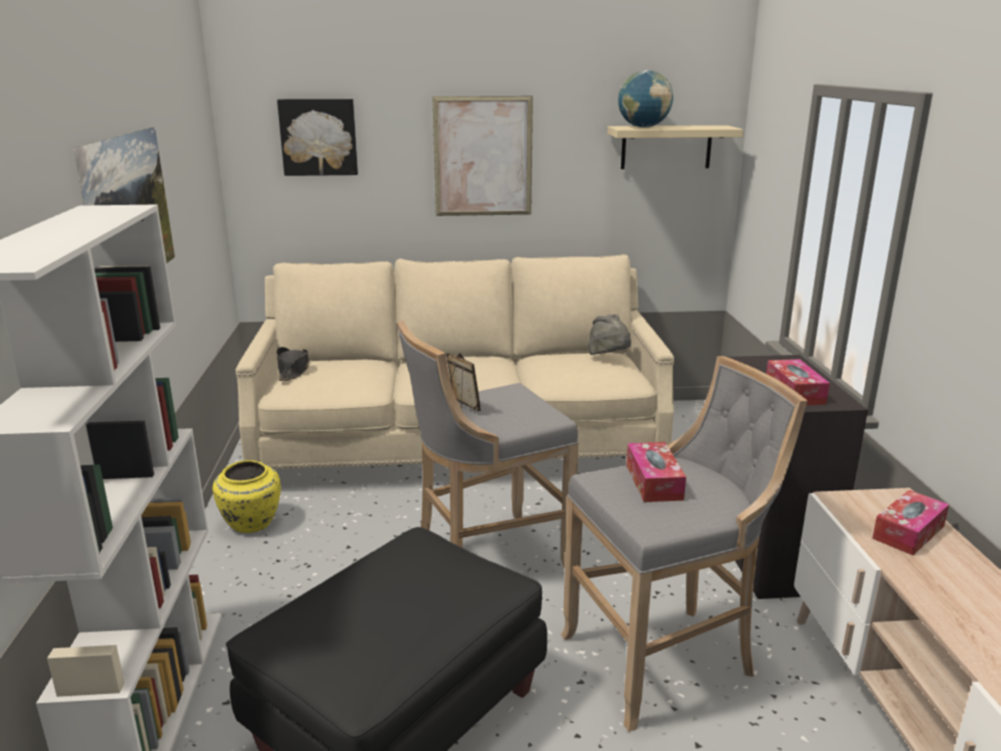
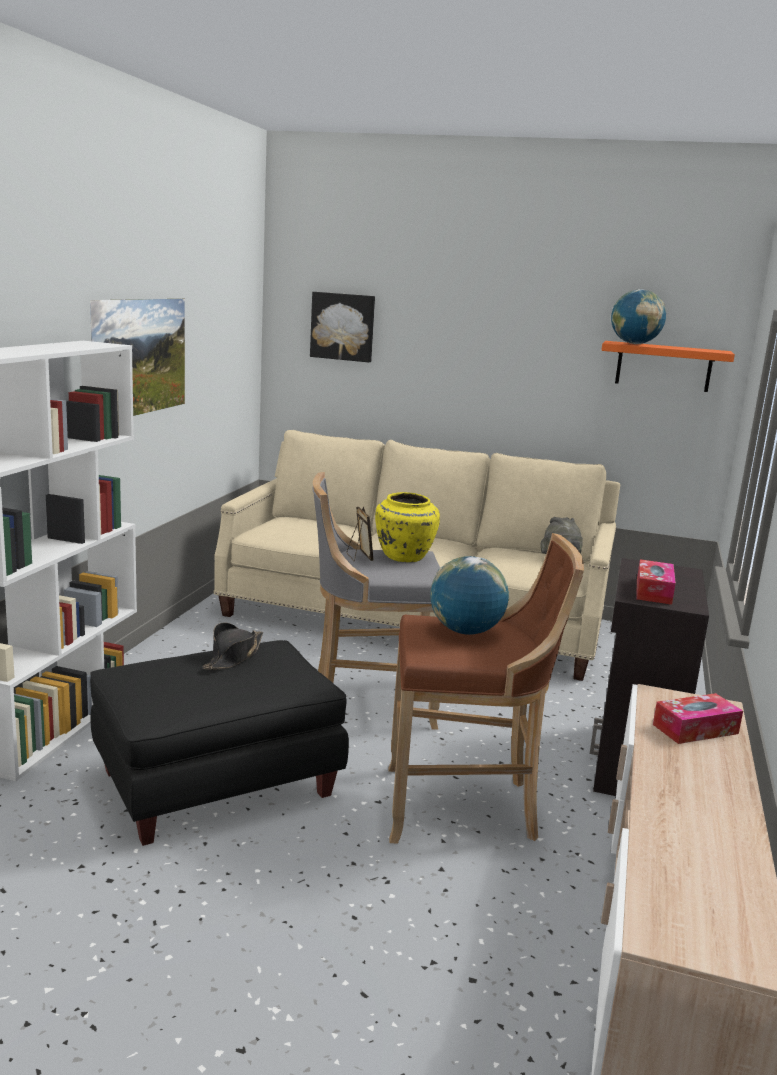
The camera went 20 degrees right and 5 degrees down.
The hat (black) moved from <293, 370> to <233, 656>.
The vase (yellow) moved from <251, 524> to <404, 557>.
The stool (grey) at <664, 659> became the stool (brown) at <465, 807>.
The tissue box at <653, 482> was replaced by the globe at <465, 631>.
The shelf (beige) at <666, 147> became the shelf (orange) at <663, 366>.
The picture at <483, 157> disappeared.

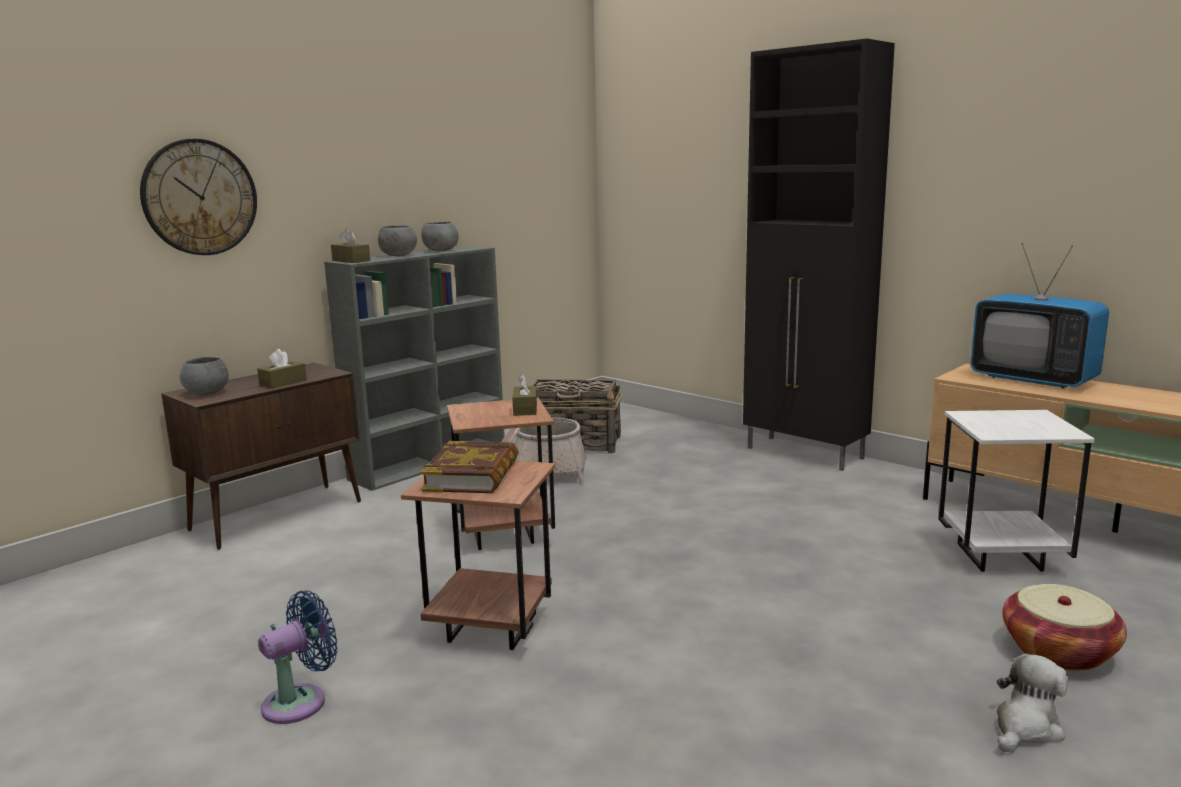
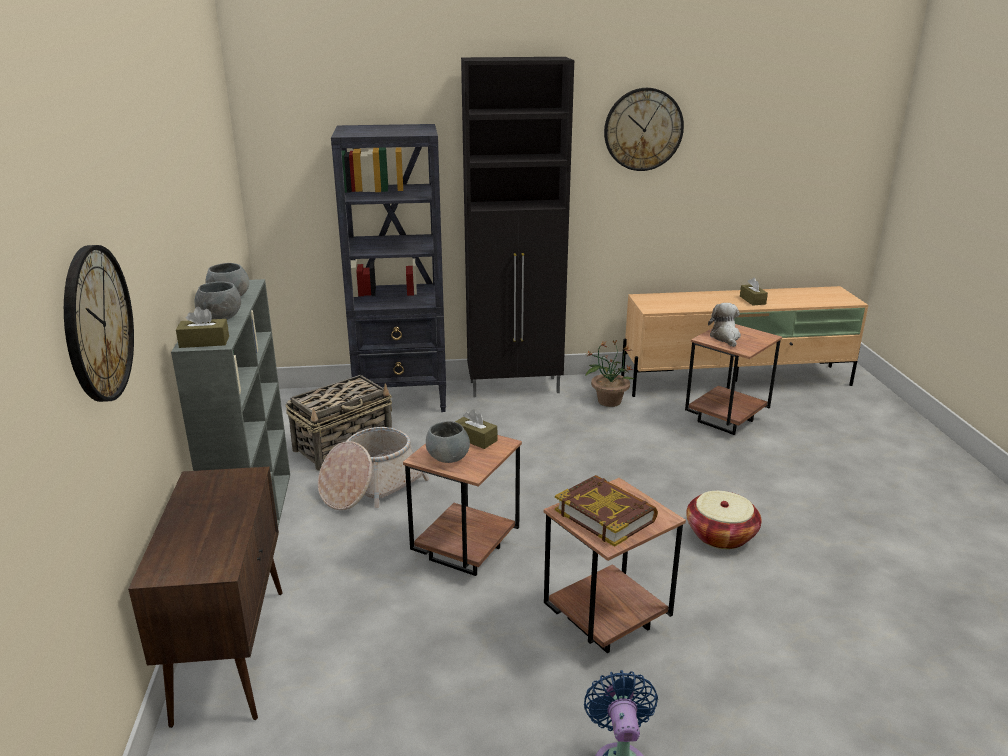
The camera went 50 degrees left and 10 degrees up.
The bookcase (black) at <402, 399> appeared.
The bowl (grey) moved from <207, 393> to <448, 458>.
The potted plant at <608, 401> appeared.
The wall clock at <643, 129> appeared.
The side table (white) at <1001, 558> became the side table (brown) at <726, 421>.
The basket moved from <1058, 651> to <721, 535>.
The plush toy moved from <1026, 728> to <725, 337>.
The tissue box (brown) moved from <283, 383> to <752, 300>.
The television at <1033, 379> disappeared.

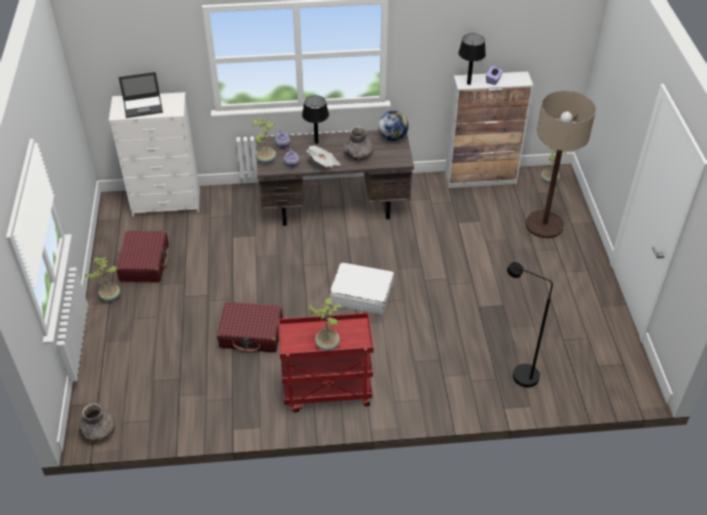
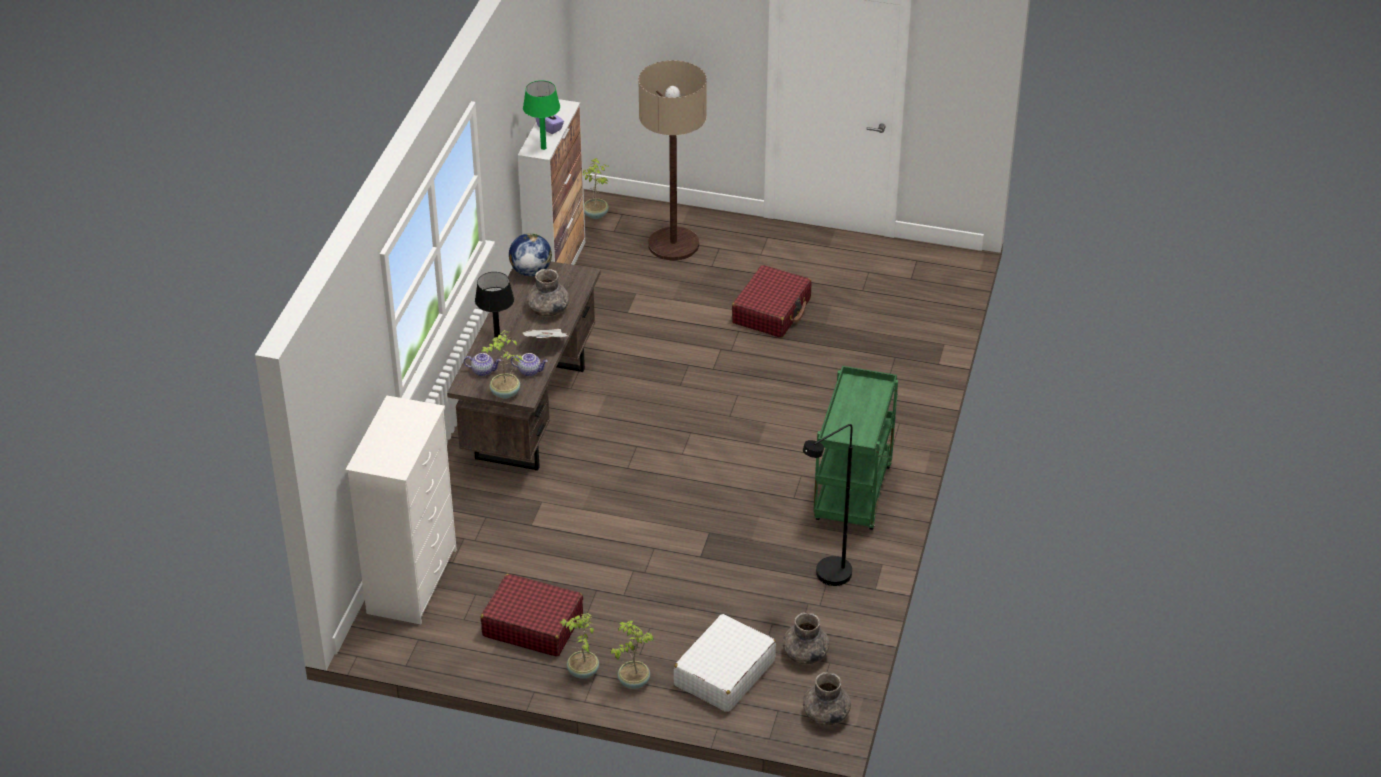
The camera went 70 degrees left and 5 degrees down.
The table lamp (black) at <468, 83> became the table lamp (green) at <543, 148>.
The potted plant moved from <327, 344> to <633, 681>.
The suitcase (white) moved from <361, 295> to <724, 673>.
The suitcase (red) moved from <251, 334> to <772, 311>.
The vase (grey) at <805, 654> appeared.
The floor lamp (black) moved from <518, 374> to <827, 579>.
The cart (red) at <326, 392> became the cart (green) at <853, 496>.
The laptop at <143, 106> disappeared.

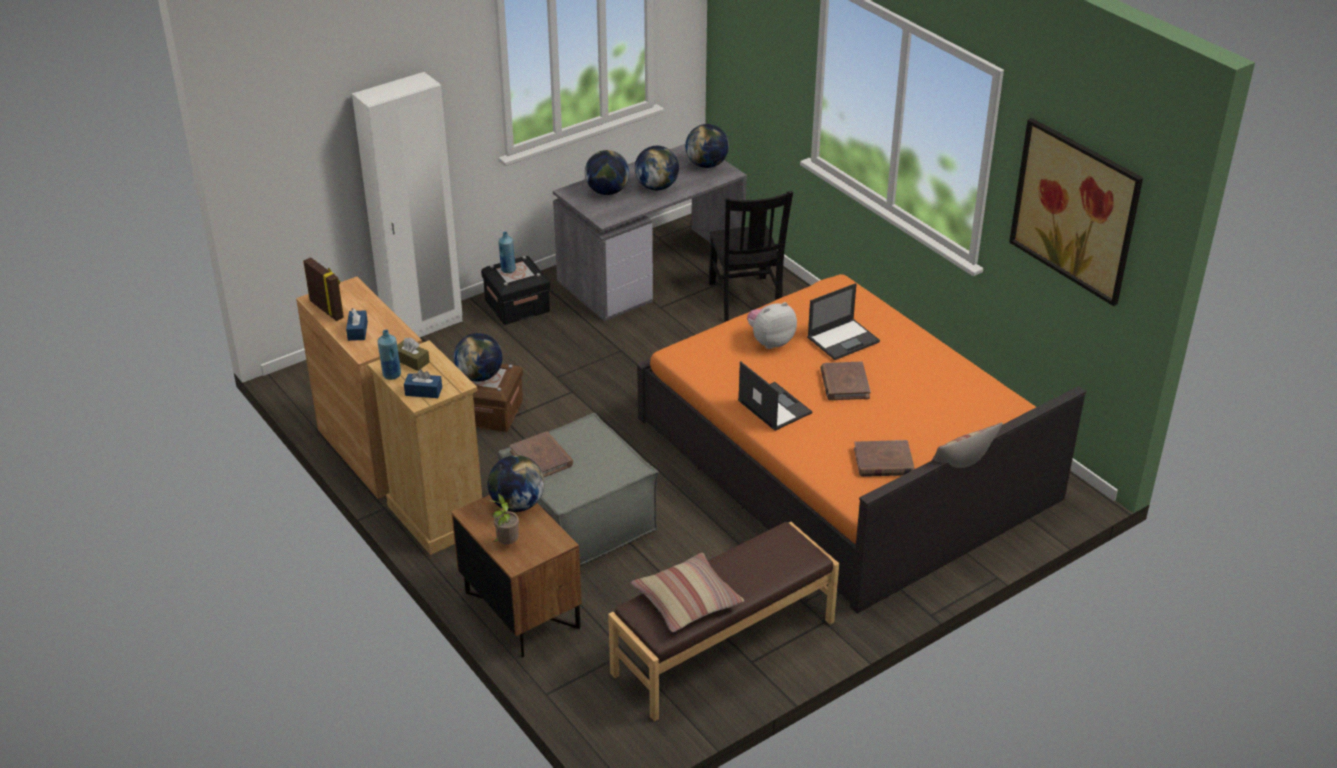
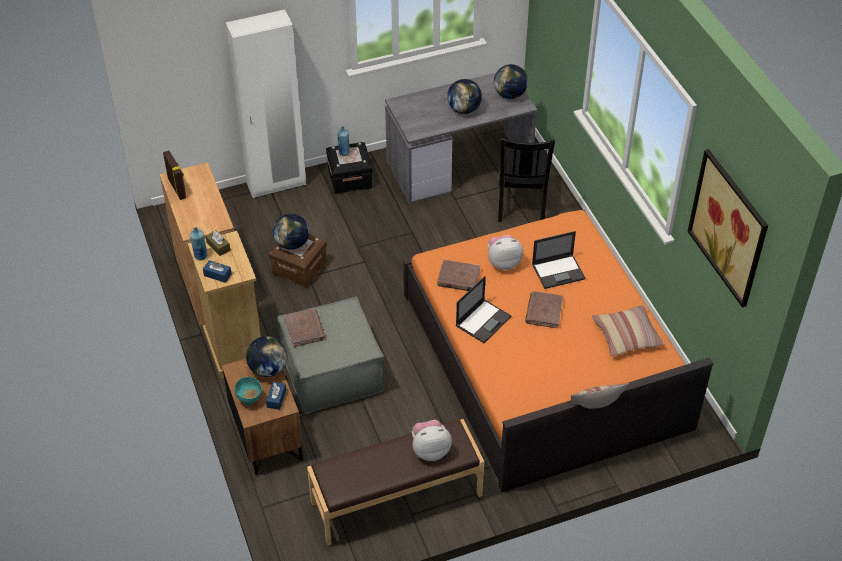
The camera went 15 degrees right and 10 degrees up.
The potted plant at <506, 543> was replaced by the bowl (turquoise) at <249, 399>.
The tissue box (blue) moved from <357, 331> to <276, 399>.
The plush toy at <430, 450> appeared.
The book (brown) moved from <883, 462> to <458, 278>.
The laptop at <773, 406> turned 60 degrees clockwise.
The pillow moved from <687, 601> to <626, 335>.
The globe at <607, 192> disappeared.

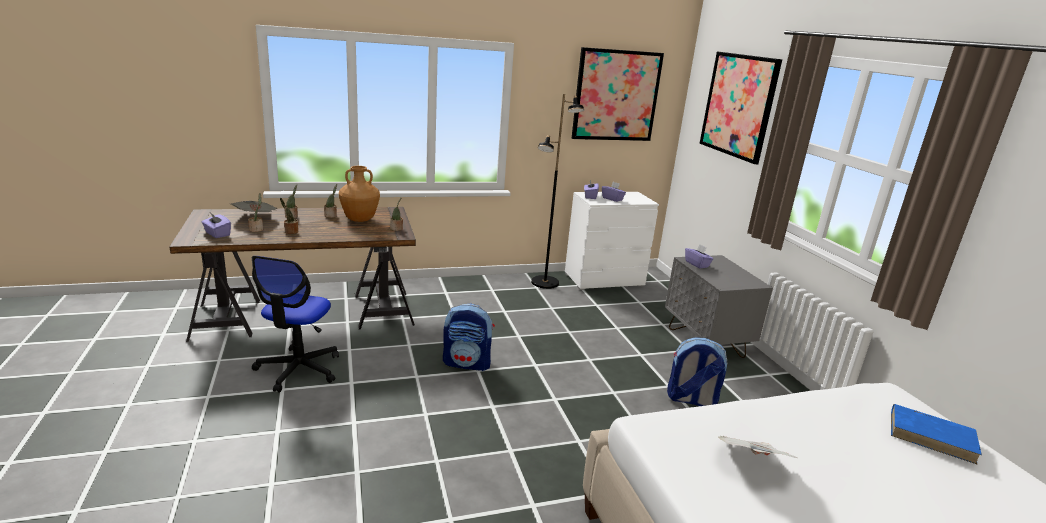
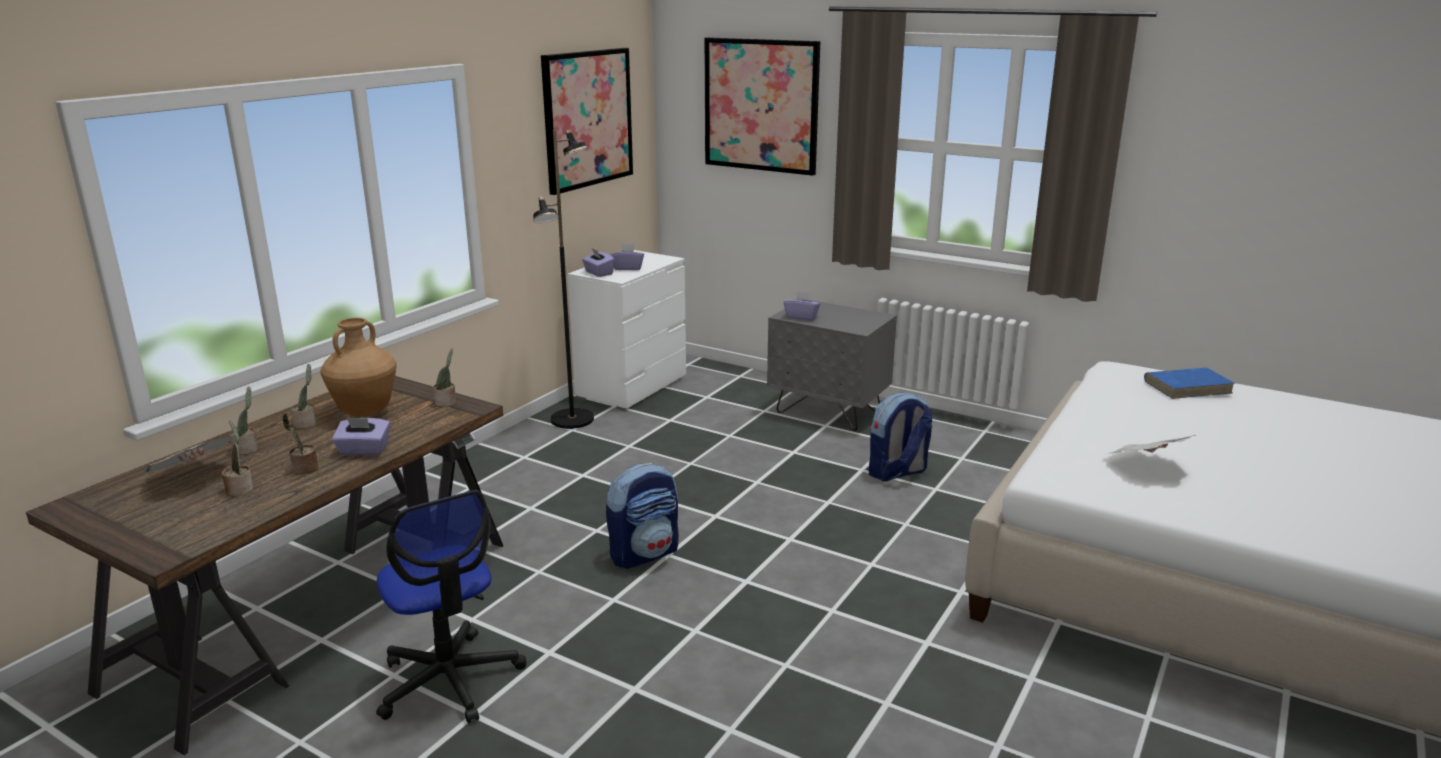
The camera went 40 degrees left and 0 degrees up.
The tissue box (purple) moved from <217, 234> to <364, 451>.

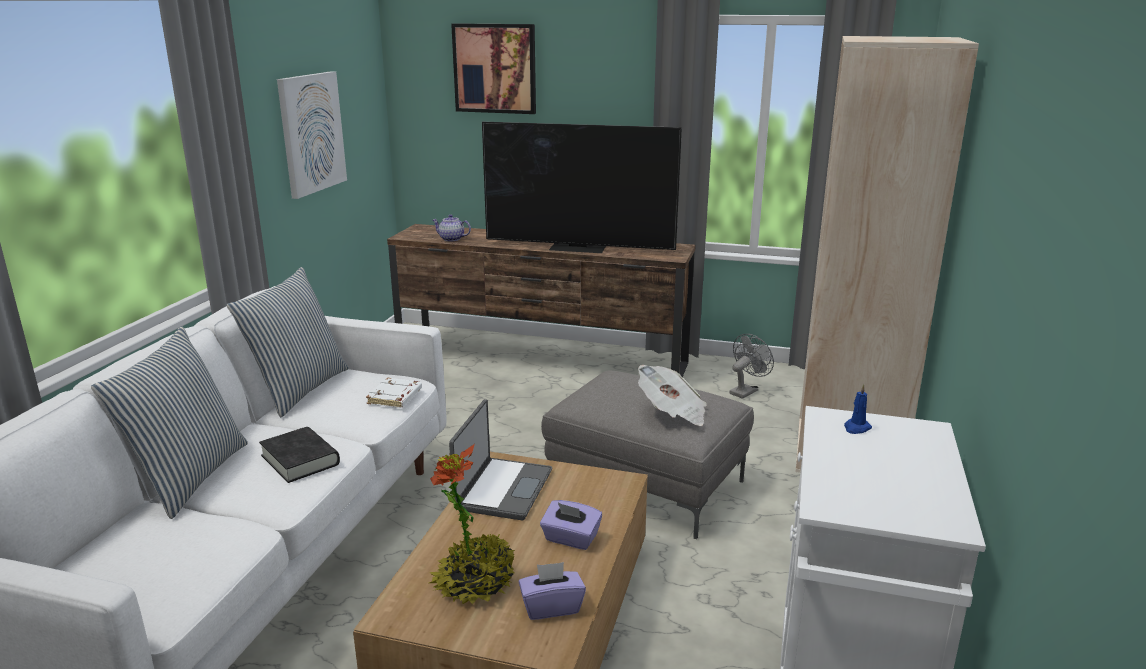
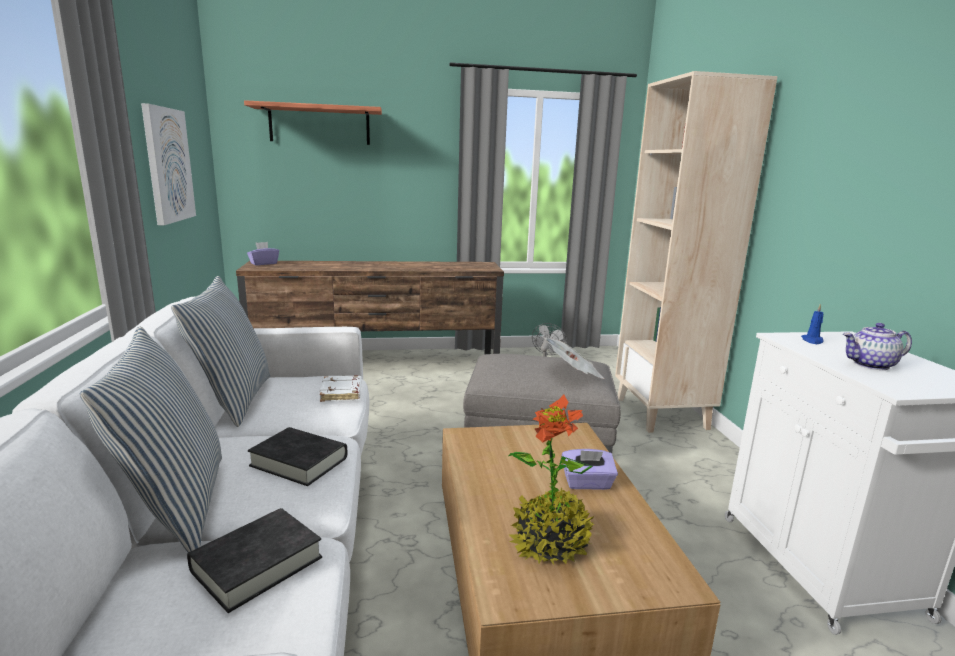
The camera went 25 degrees left and 5 degrees down.
The book (black) at <257, 564> appeared.
The picture at <495, 68> was replaced by the shelf at <319, 125>.
The tissue box (purple) moved from <551, 607> to <263, 263>.
The teapot moved from <451, 239> to <871, 365>.
The laptop at <502, 489> disappeared.
The television at <579, 247> disappeared.

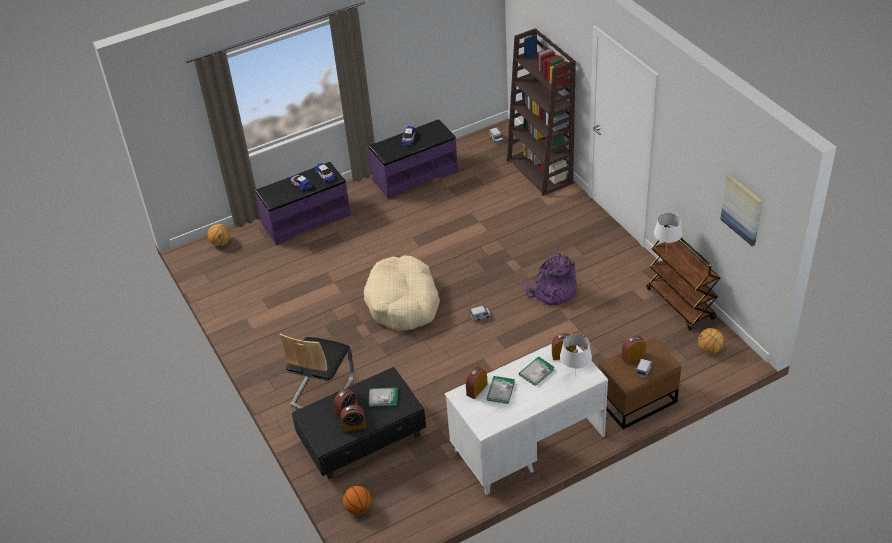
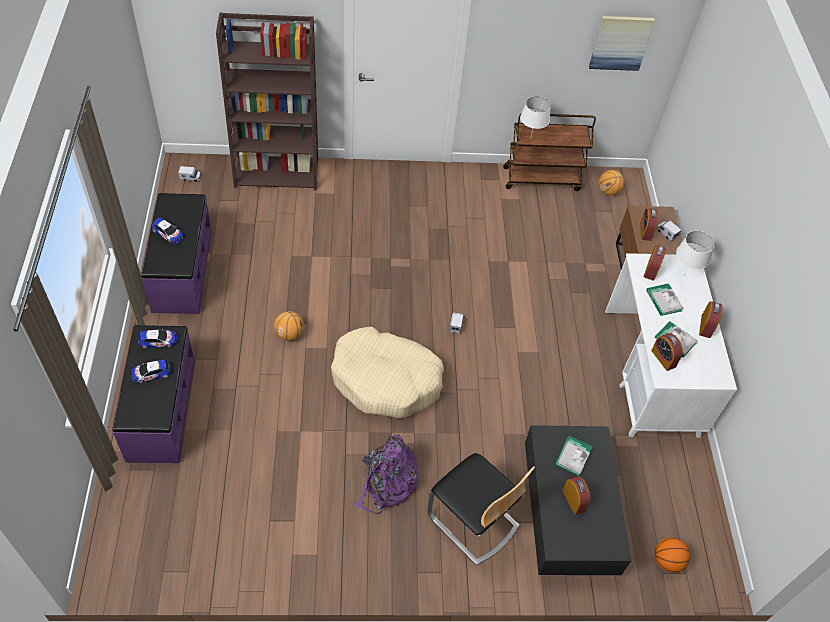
The camera went 70 degrees left and 10 degrees up.
The basketball moved from <221, 243> to <289, 334>.
The backpack (purple) moved from <552, 292> to <386, 483>.
The alarm clock moved from <354, 426> to <706, 326>.

